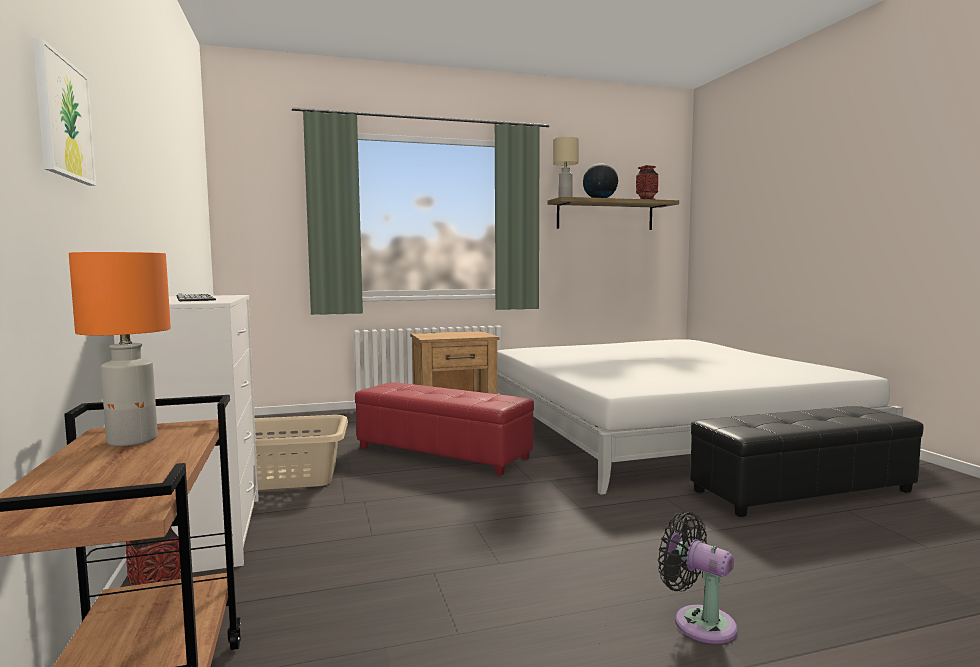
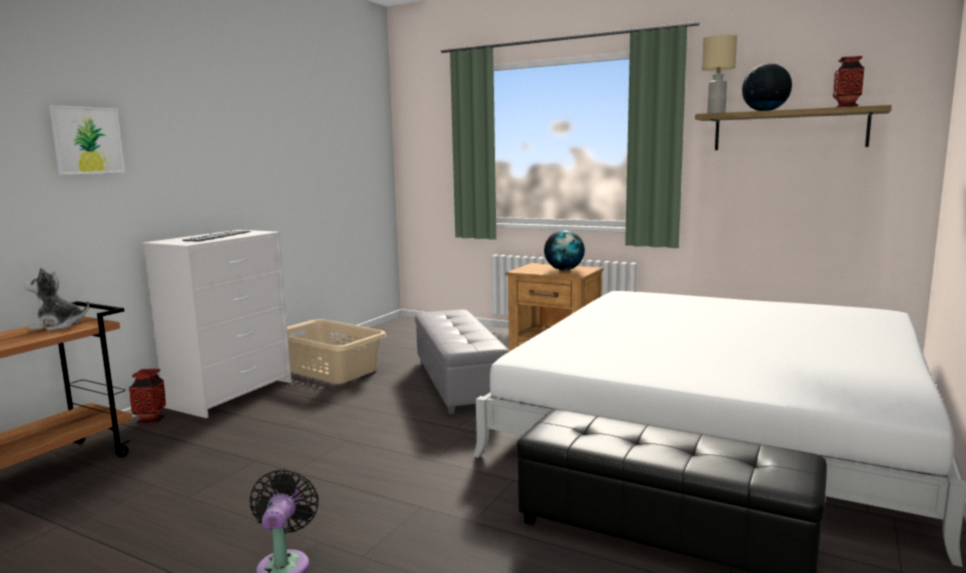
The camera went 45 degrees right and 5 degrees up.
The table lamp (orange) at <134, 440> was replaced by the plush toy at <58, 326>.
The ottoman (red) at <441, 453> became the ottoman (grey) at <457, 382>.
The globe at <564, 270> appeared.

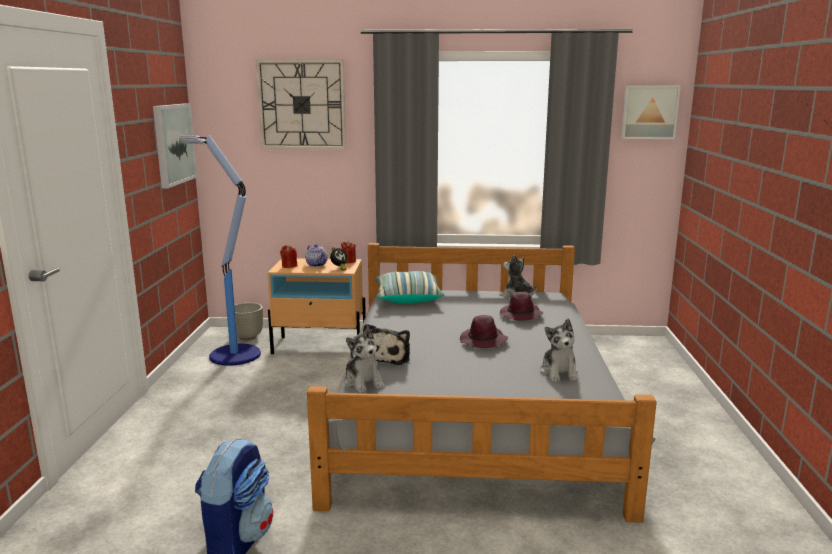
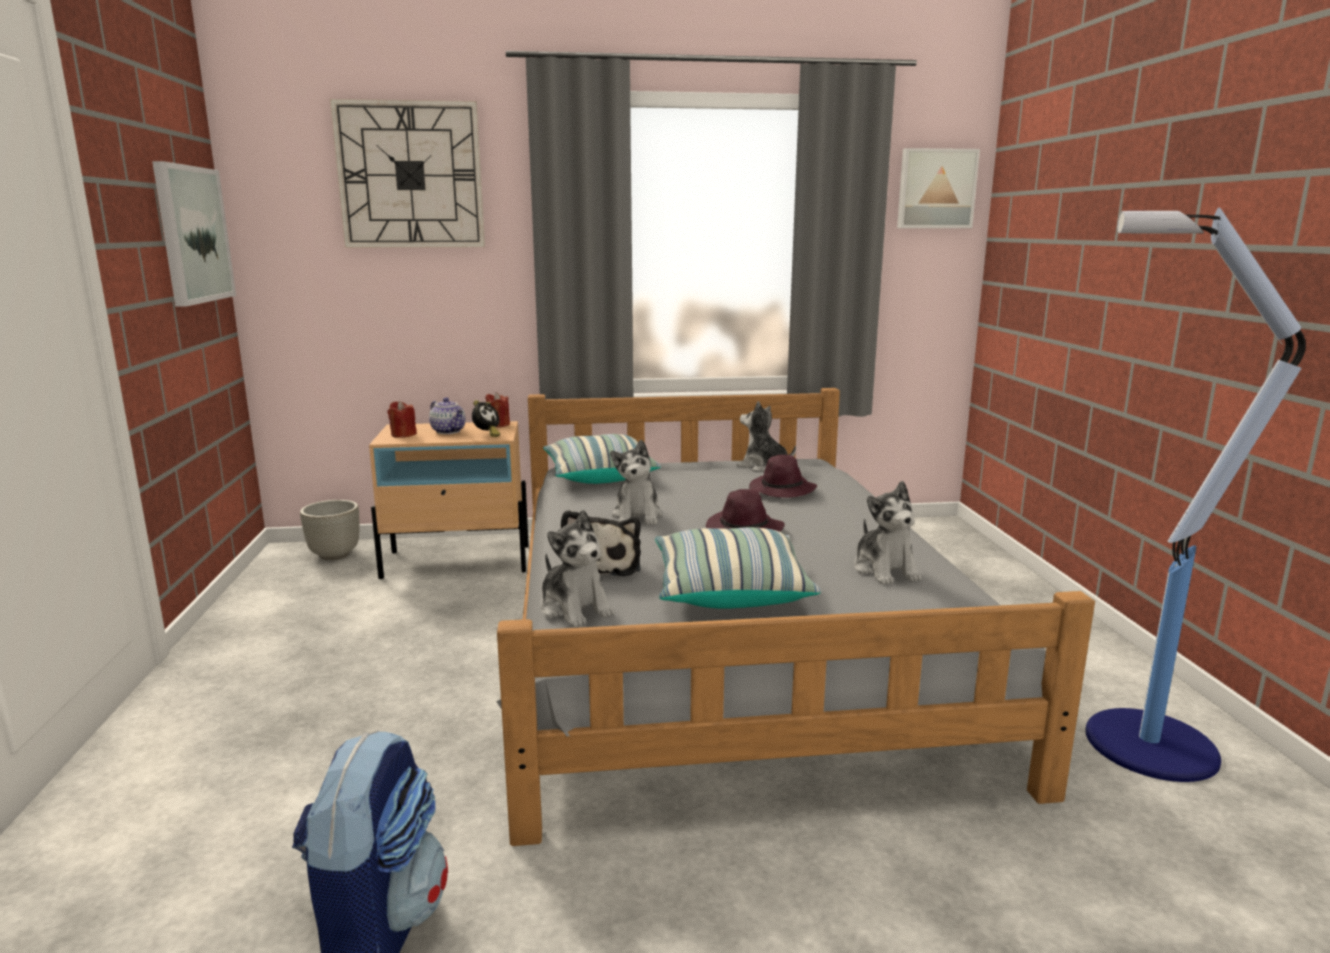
The camera went 10 degrees left and 0 degrees up.
The plush toy at <637, 516> appeared.
The pillow at <729, 590> appeared.
The floor lamp moved from <233, 355> to <1145, 744>.

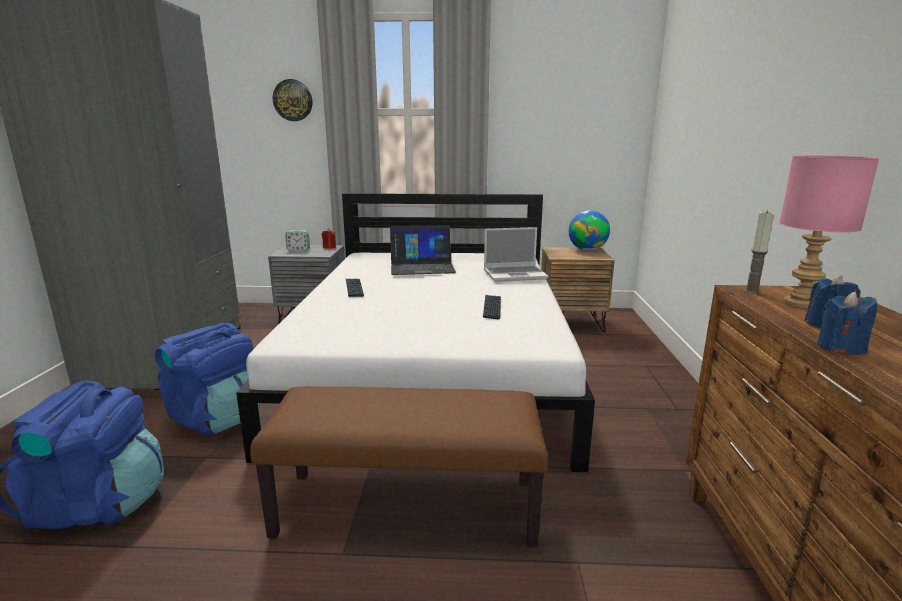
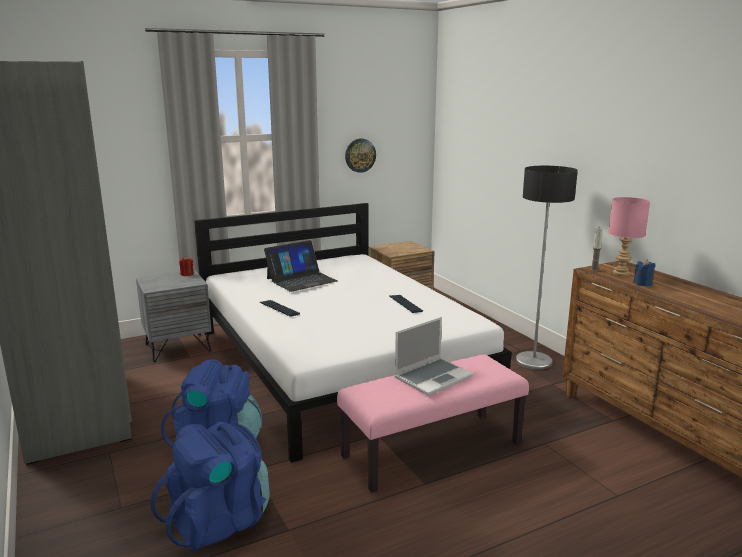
The camera went 30 degrees left and 0 degrees up.
The bench (brown) at <408, 507> became the bench (pink) at <432, 450>.
The wall clock moved from <293, 100> to <360, 155>.
The laptop moved from <515, 275> to <433, 377>.
The floor lamp at <534, 361> appeared.
The alarm clock at <298, 250> disappeared.
The globe at <587, 250> disappeared.
The candle (blue) at <840, 348> disappeared.

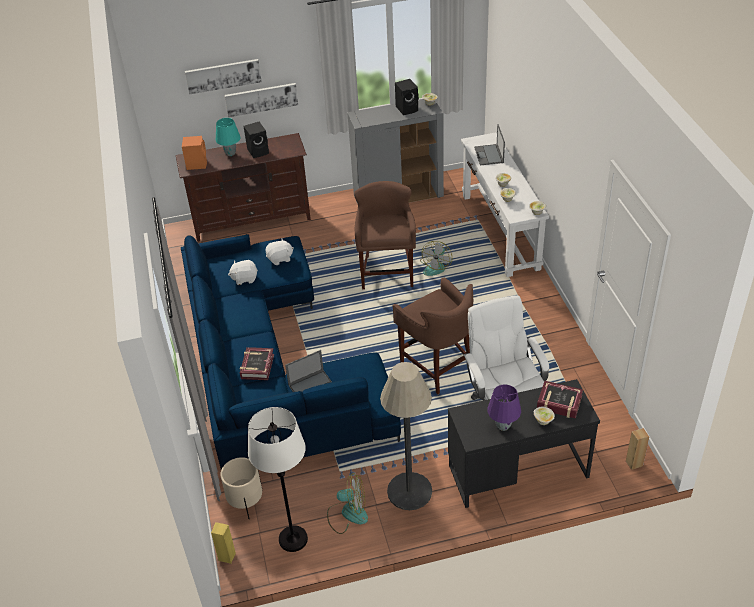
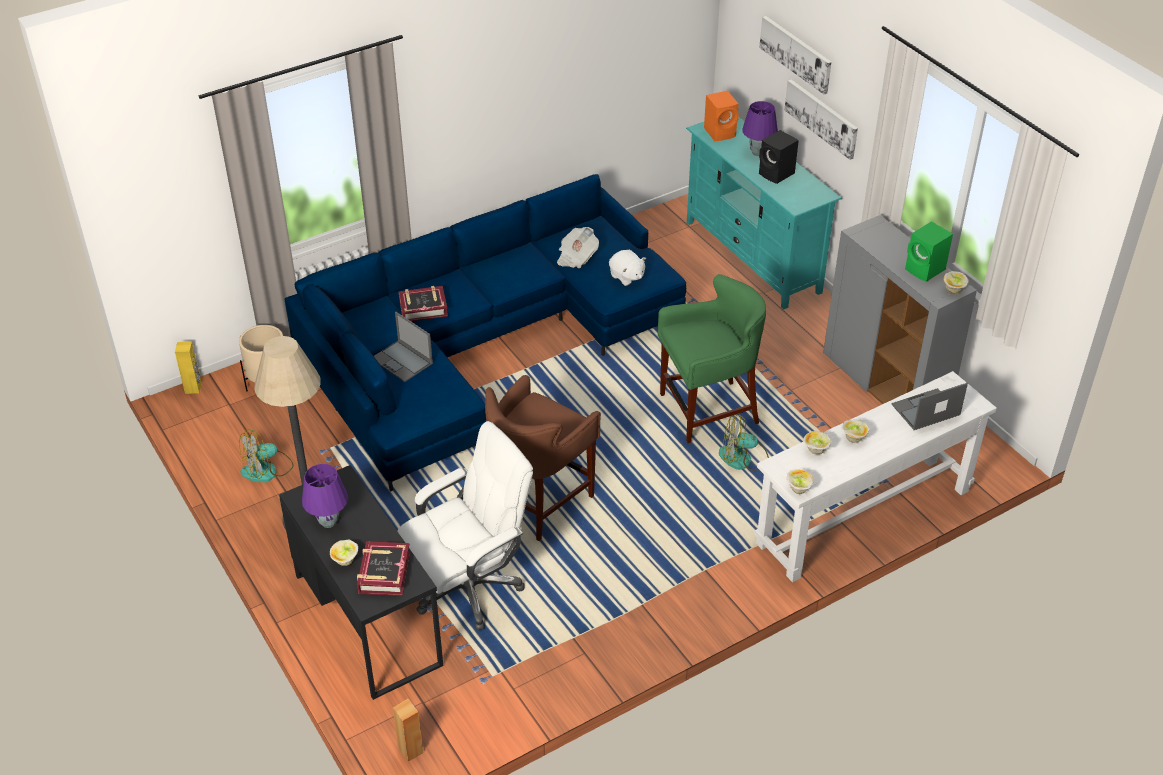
The camera went 70 degrees right and 0 degrees up.
The fan at <348, 514> turned 75 degrees clockwise.
The plush toy (white) at <244, 278> was replaced by the newspaper at <576, 257>.
The stool (brown) at <387, 272> became the stool (green) at <707, 410>.
The tv stand (brown) at <252, 220> became the tv stand (turquoise) at <753, 257>.
The table lamp (turquoise) at <230, 154> became the table lamp (purple) at <757, 152>.
The speaker (black) at <407, 109> became the speaker (green) at <925, 270>.
The floor lamp (white) at <293, 539> disappeared.

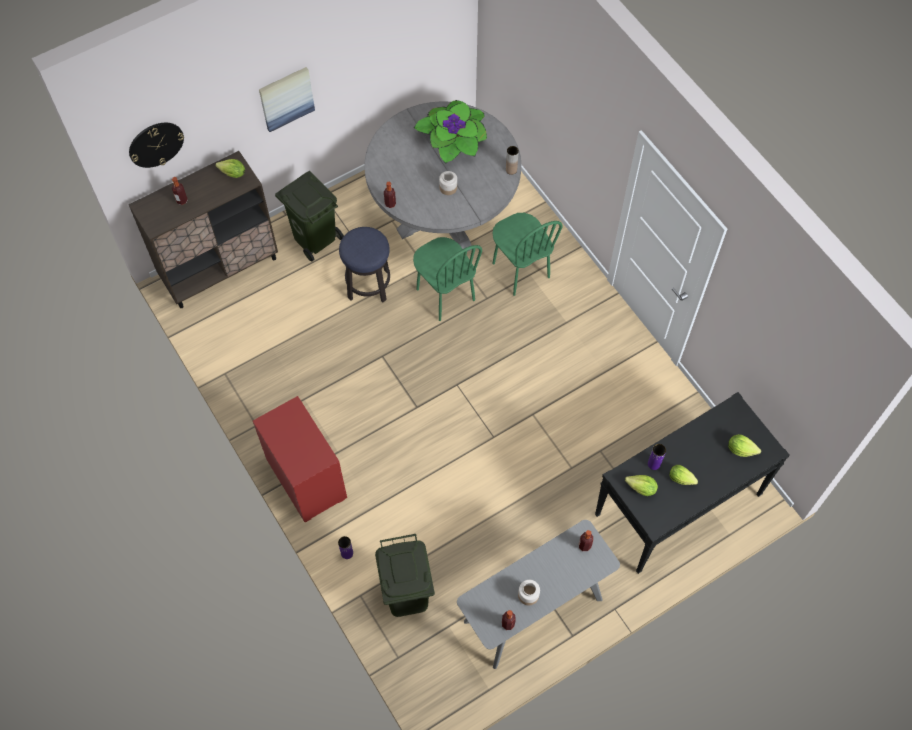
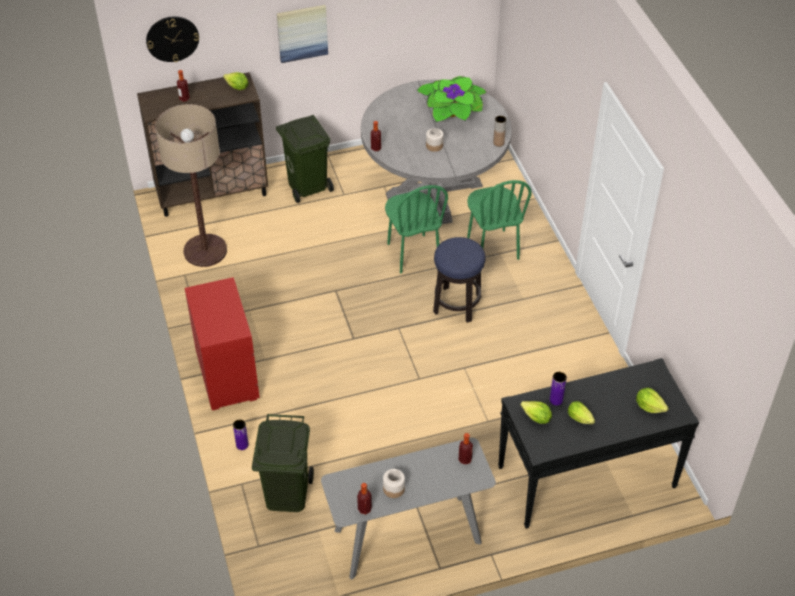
The camera went 15 degrees right and 15 degrees down.
The floor lamp at <205, 251> appeared.
The stool moved from <368, 285> to <457, 305>.

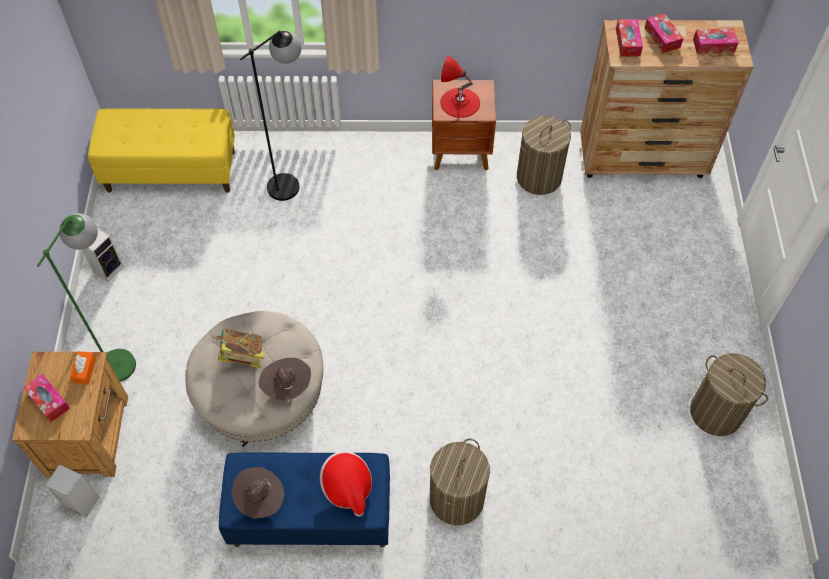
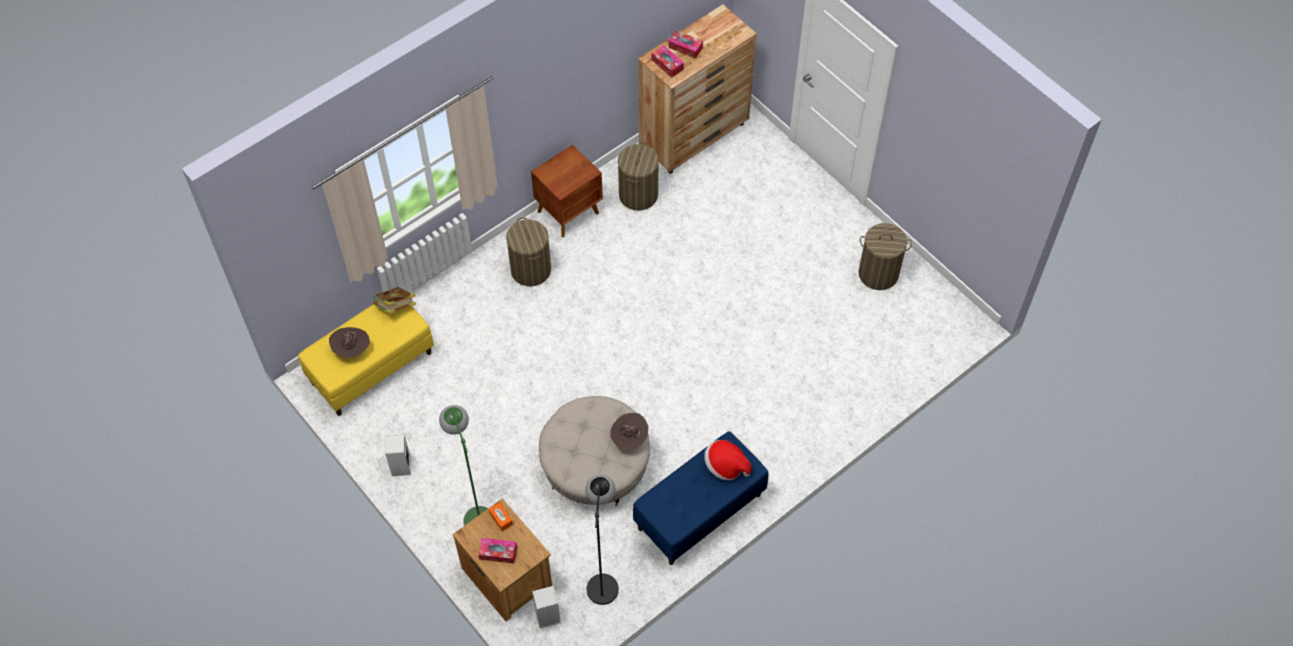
The camera went 40 degrees left and 0 degrees up.
The hat (brown) moved from <260, 500> to <351, 350>.
The book moved from <243, 356> to <395, 308>.
The laundry basket moved from <456, 499> to <531, 270>.
The floor lamp (black) moved from <291, 180> to <603, 578>.
The table lamp (red) at <460, 102> disappeared.
The tissue box at <713, 45> disappeared.

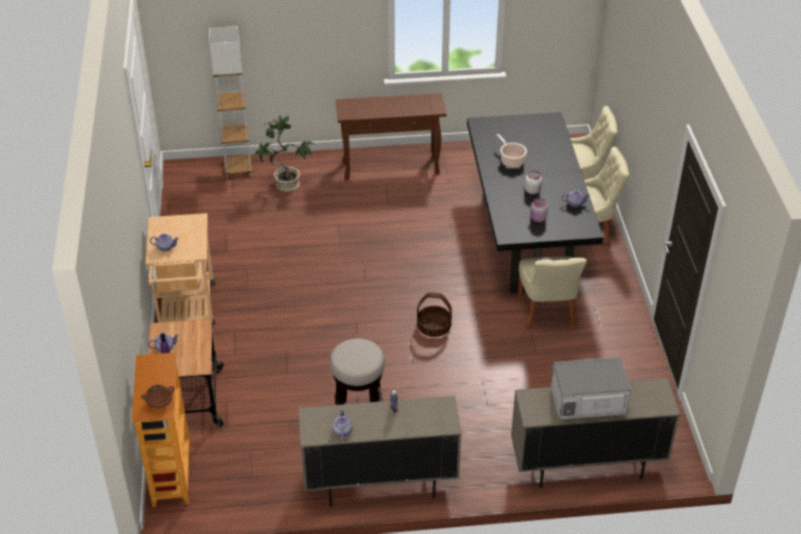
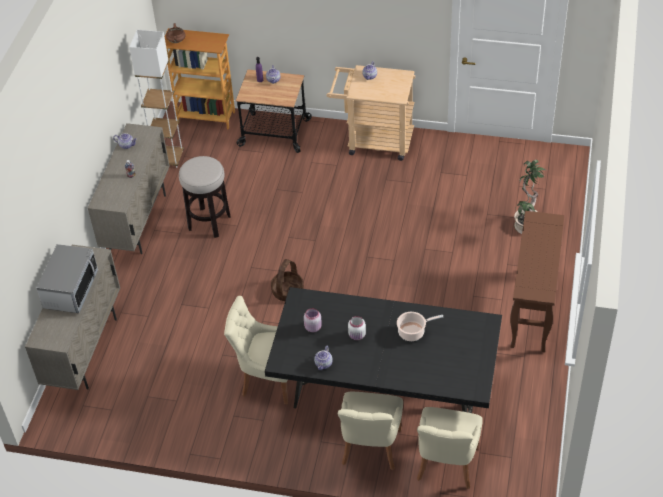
The camera went 110 degrees right and 5 degrees up.
The floor lamp (white) moved from <238, 168> to <168, 158>.

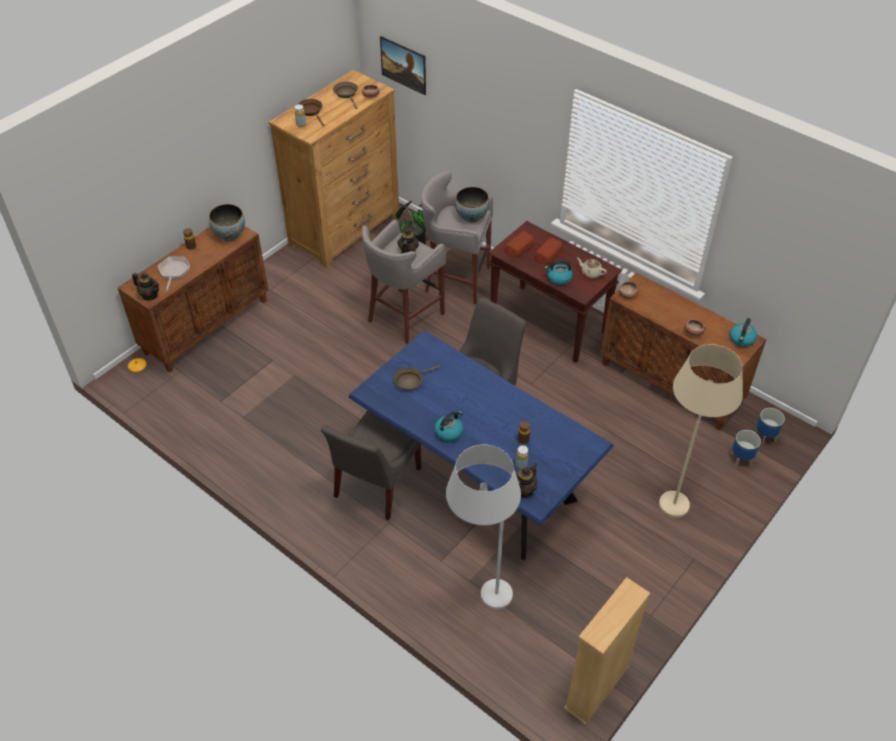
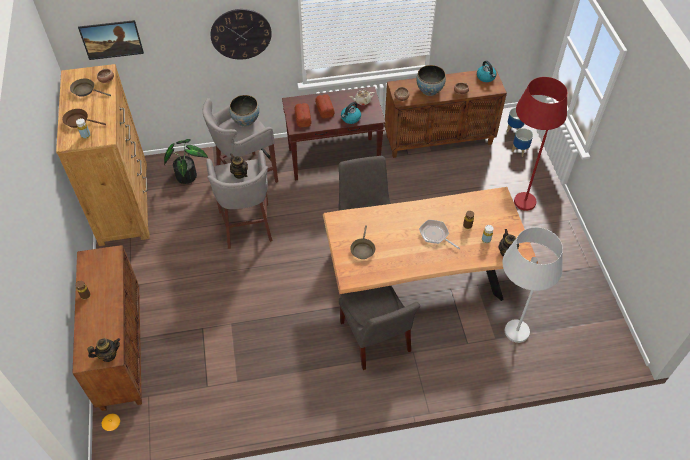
The camera went 50 degrees left and 5 degrees up.
The wall clock at <241, 34> appeared.
The dining table (blue) at <476, 478> became the dining table (brown) at <421, 281>.
The bowl moved from <229, 235> to <429, 90>.
The frying pan moved from <174, 272> to <435, 235>.
The floor lamp (beige) at <677, 492> became the floor lamp (red) at <517, 193>.
The kettle at <449, 432> disappeared.
The bookcase (beige) at <596, 688> disappeared.

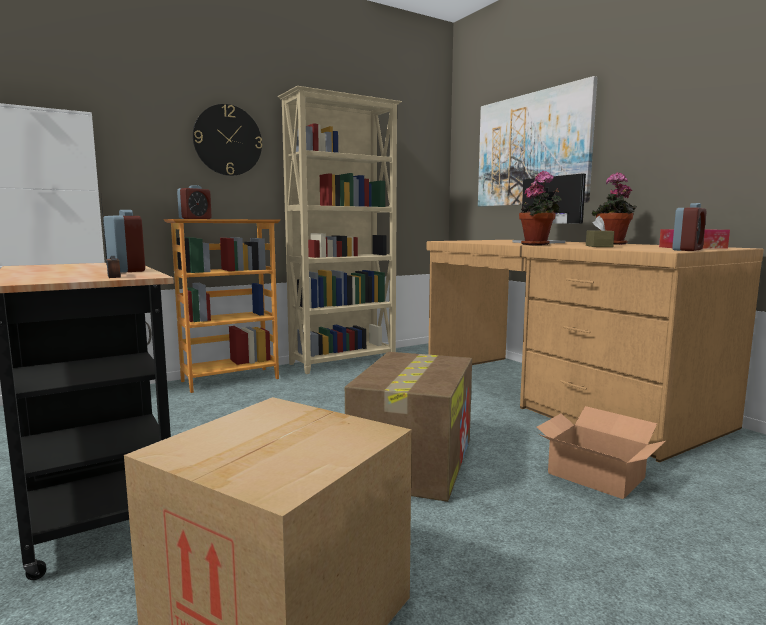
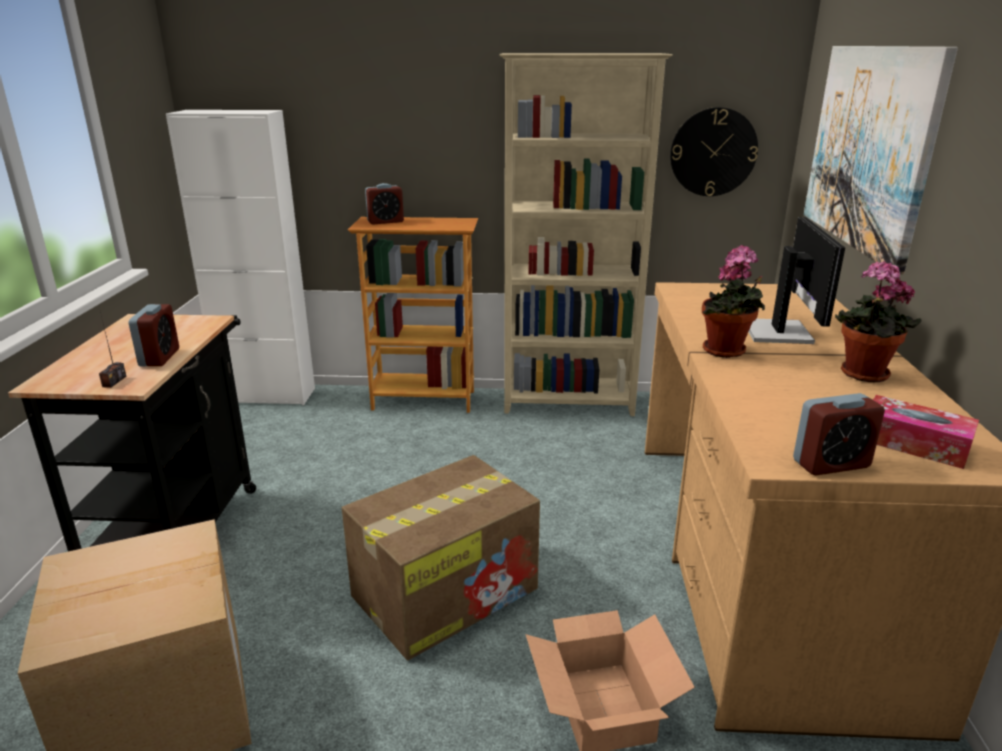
The camera went 35 degrees right and 15 degrees up.
The wall clock moved from <227, 140> to <713, 152>.
The tissue box (brown) at <599, 246> disappeared.

